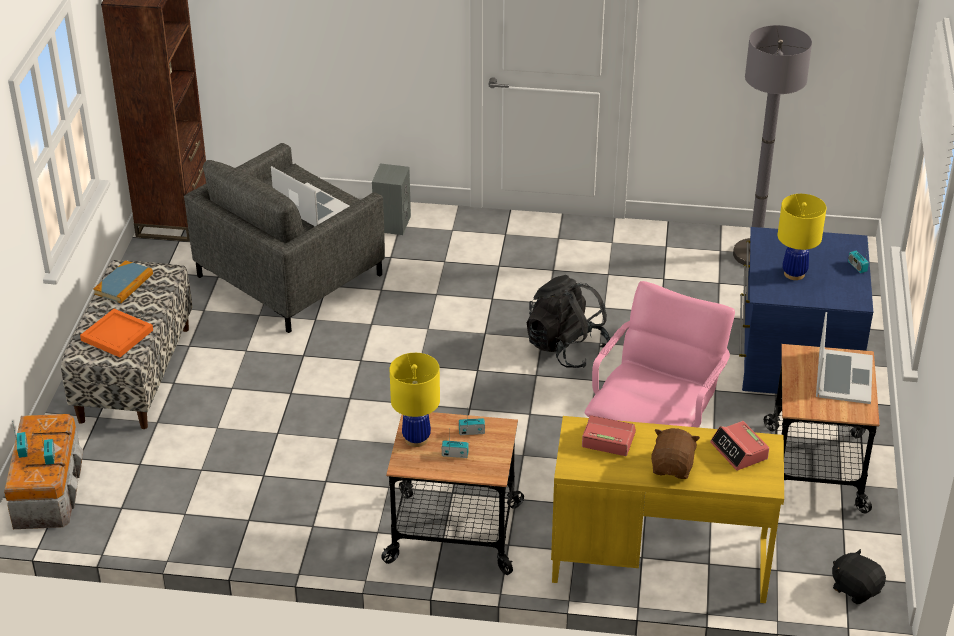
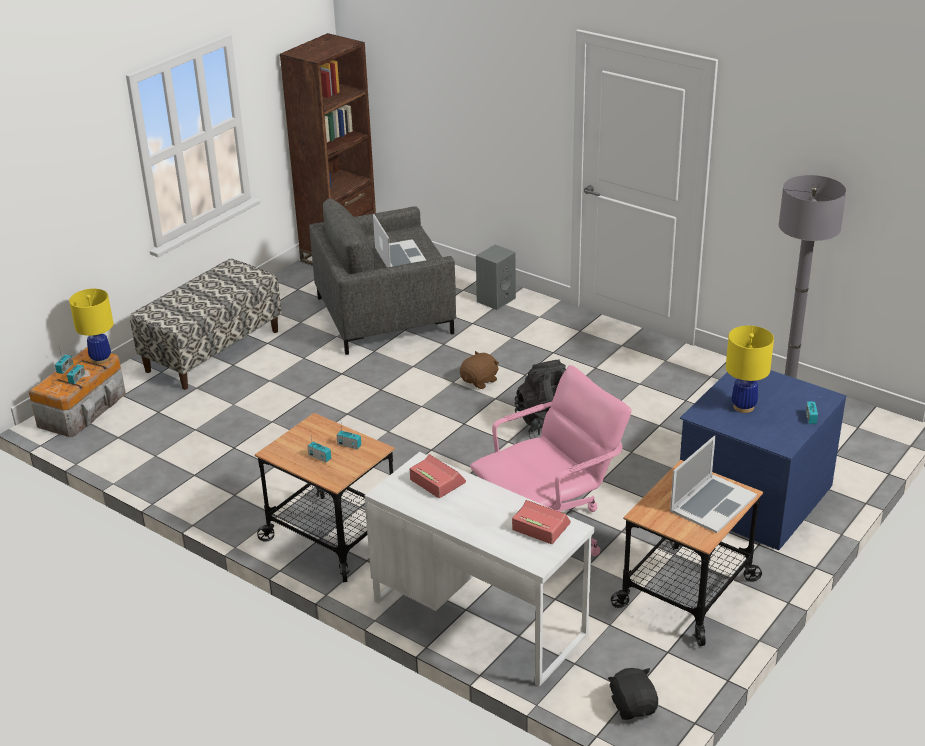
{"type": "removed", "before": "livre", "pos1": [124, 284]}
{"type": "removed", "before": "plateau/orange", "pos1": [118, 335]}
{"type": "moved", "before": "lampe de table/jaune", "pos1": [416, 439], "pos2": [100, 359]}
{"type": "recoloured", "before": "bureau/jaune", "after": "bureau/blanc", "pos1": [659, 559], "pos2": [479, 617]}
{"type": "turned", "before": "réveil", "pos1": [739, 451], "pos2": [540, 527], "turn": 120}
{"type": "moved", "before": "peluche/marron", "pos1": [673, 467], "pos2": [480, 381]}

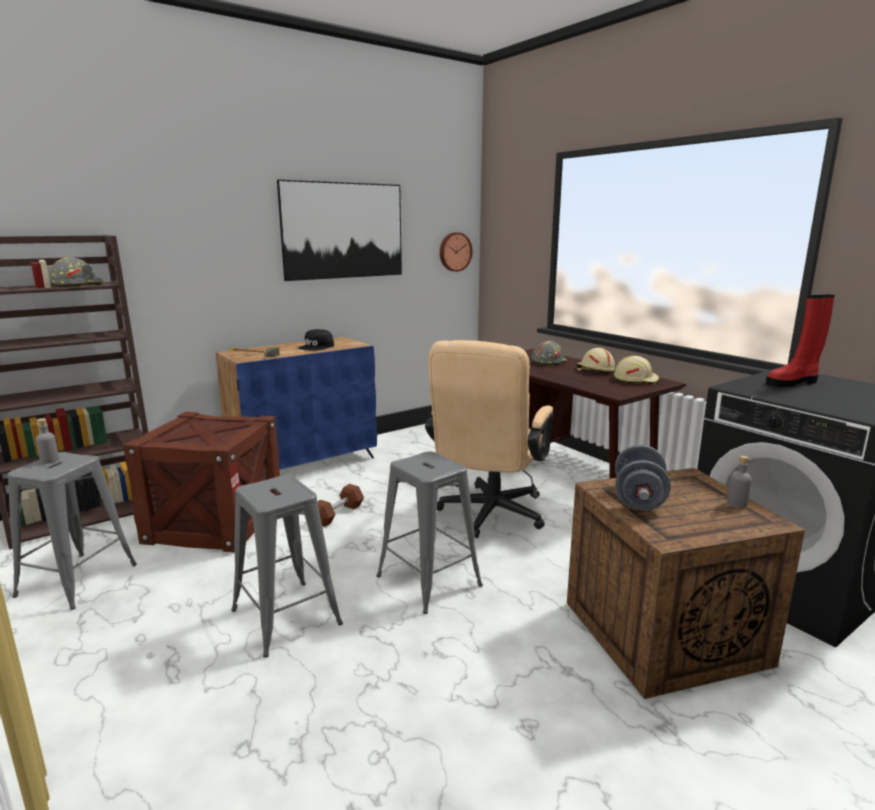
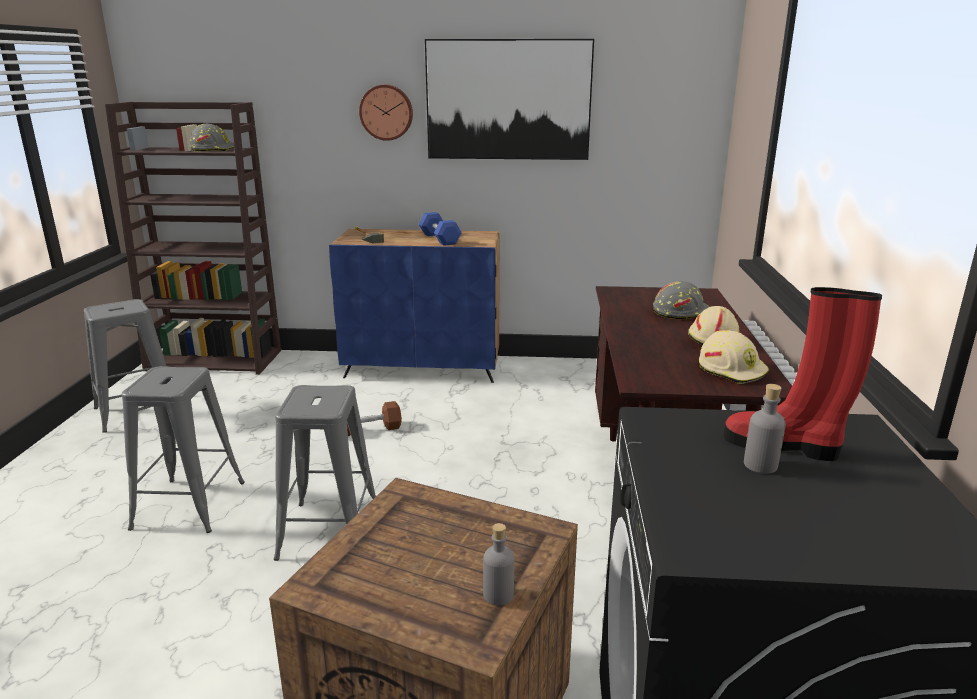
{"type": "moved", "before": "horloge murale", "pos1": [454, 252], "pos2": [386, 112]}
{"type": "replaced", "before": "casquette/noir", "after": "haltère/bleu", "pos1": [317, 347], "pos2": [439, 239]}
{"type": "removed", "before": "chaise de bureau/beige", "pos1": [488, 516]}
{"type": "removed", "before": "caisse", "pos1": [215, 523]}
{"type": "moved", "before": "bouteille/gris", "pos1": [50, 460], "pos2": [760, 465]}
{"type": "removed", "before": "haltère/gris", "pos1": [638, 499]}

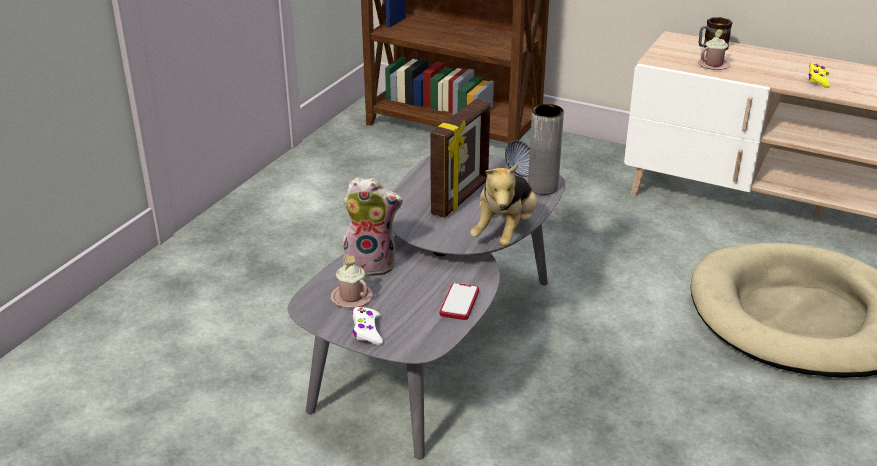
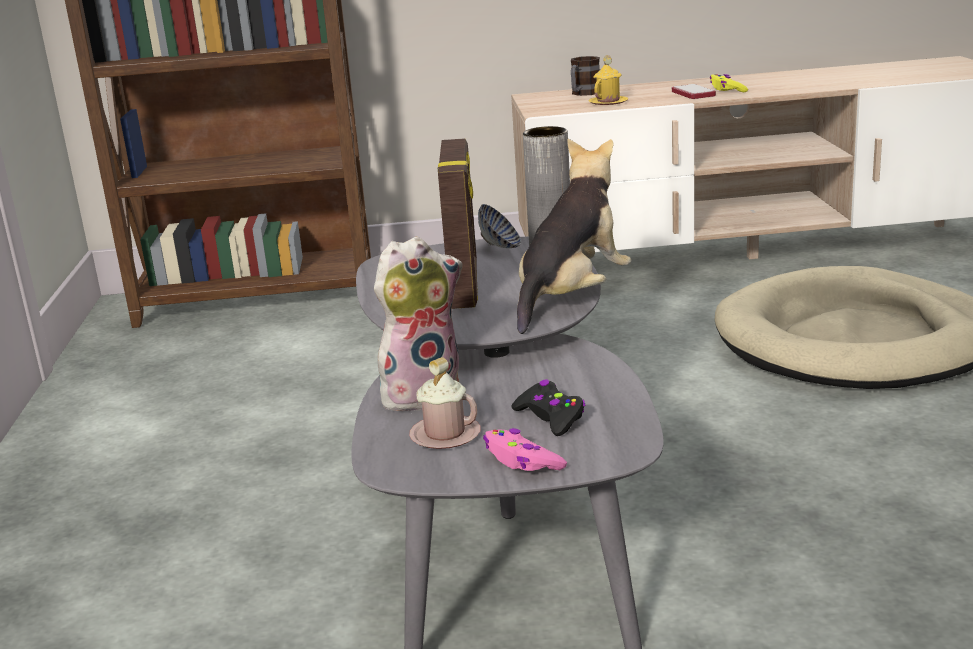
{"type": "recoloured", "before": "mug/rose", "after": "mug/jaune", "pos1": [713, 65], "pos2": [608, 102]}
{"type": "turned", "before": "peluche", "pos1": [506, 232], "pos2": [572, 297], "turn": -135}
{"type": "moved", "before": "téléphone", "pos1": [459, 303], "pos2": [693, 93]}
{"type": "recoloured", "before": "manette/blanc", "after": "manette/rose", "pos1": [367, 331], "pos2": [522, 461]}
{"type": "added", "after": "manette/noir", "pos2": [551, 417]}

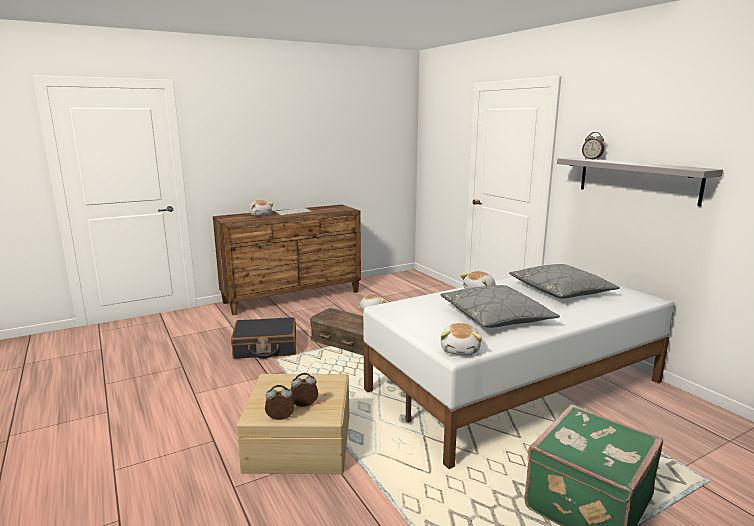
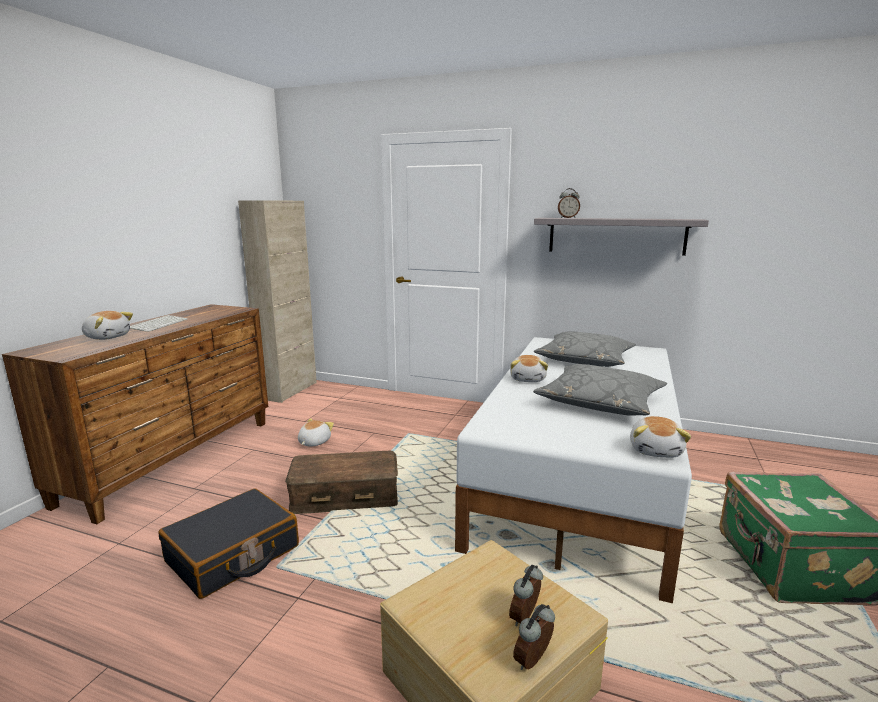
{"type": "turned", "before": "peluche", "pos1": [460, 350], "pos2": [656, 450], "turn": 45}
{"type": "added", "after": "meuble de rangement/beige", "pos2": [289, 390]}

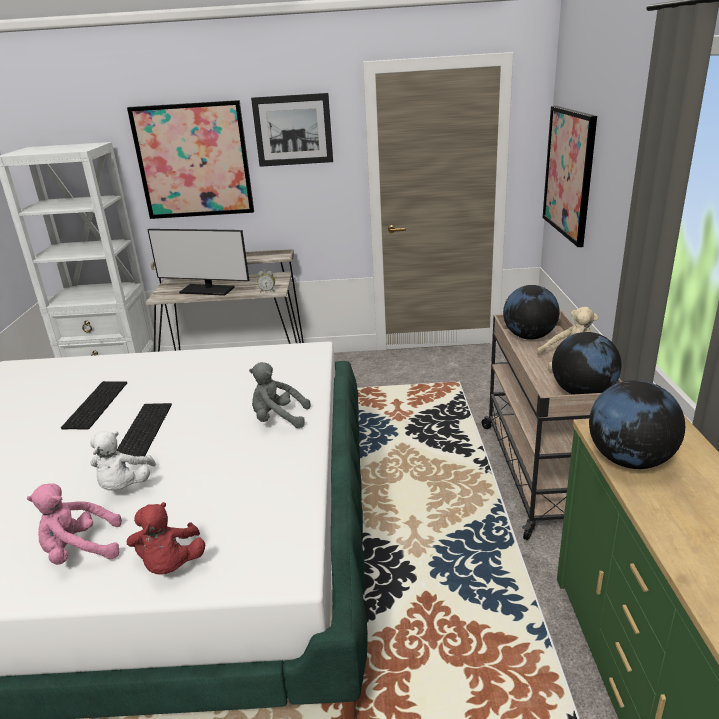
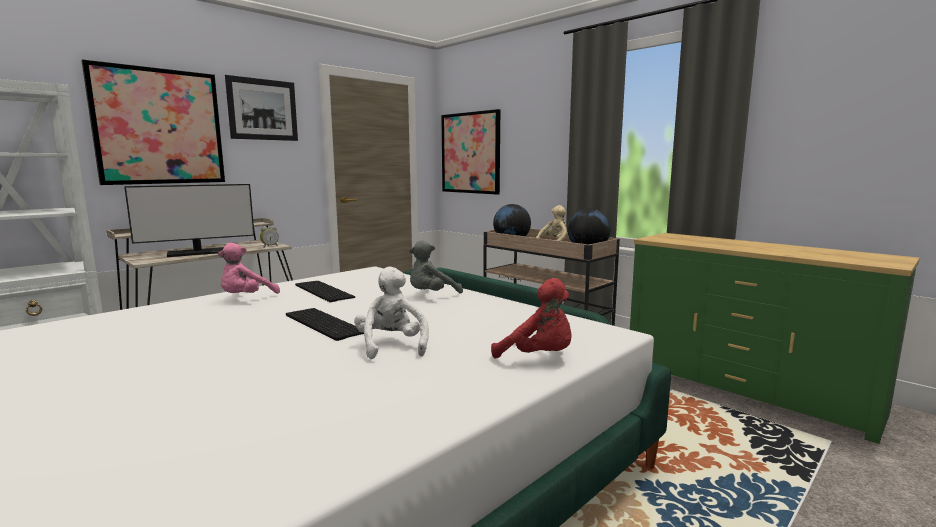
{"type": "removed", "before": "globe", "pos1": [629, 460]}
{"type": "moved", "before": "clavier", "pos1": [95, 404], "pos2": [321, 291]}
{"type": "turned", "before": "peluche/blanc", "pos1": [124, 486], "pos2": [392, 346], "turn": -150}
{"type": "moved", "before": "peluche/rose", "pos1": [80, 551], "pos2": [246, 298]}

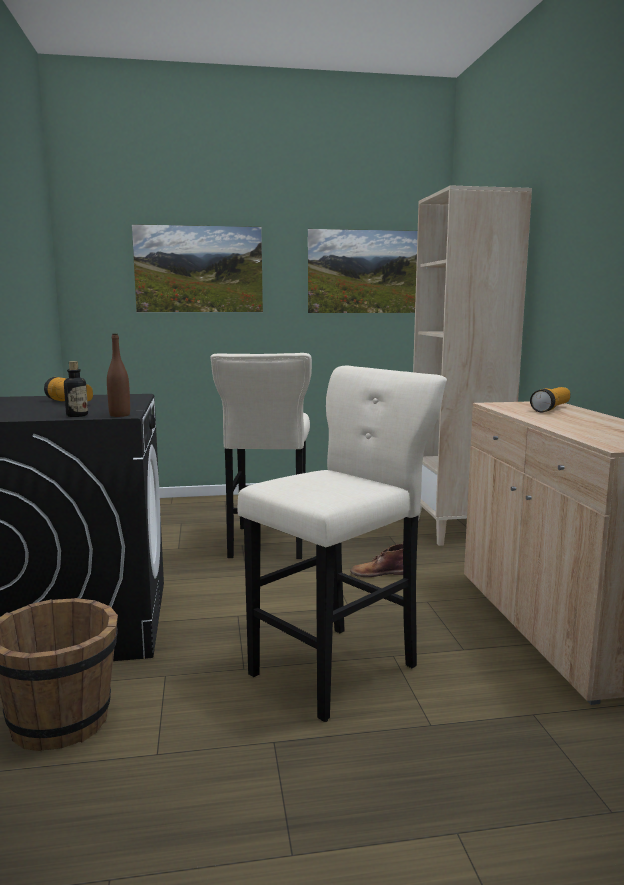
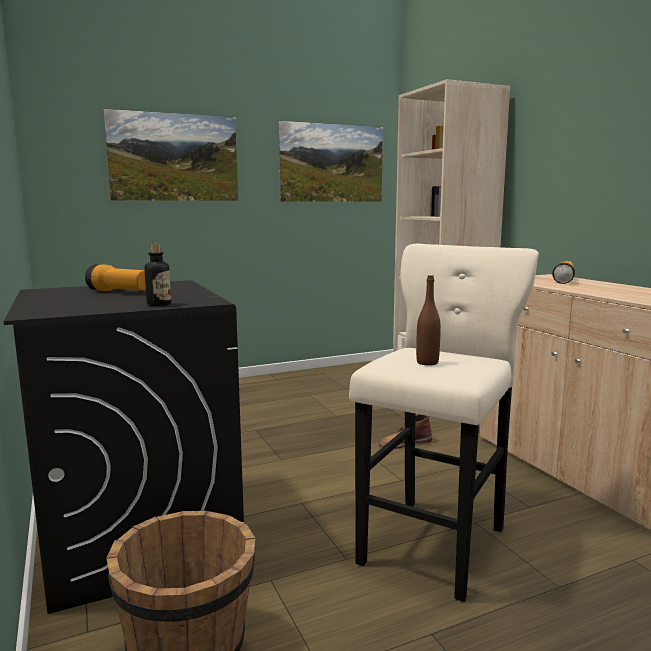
{"type": "moved", "before": "bouteille/marron", "pos1": [119, 415], "pos2": [427, 363]}
{"type": "removed", "before": "tabouret/beige", "pos1": [268, 545]}

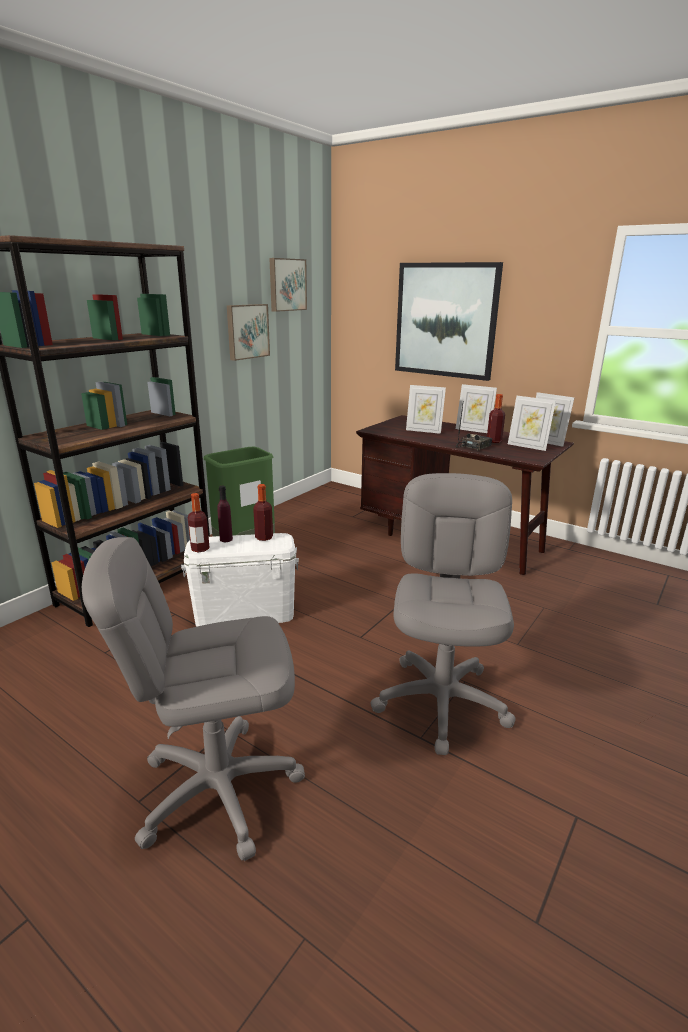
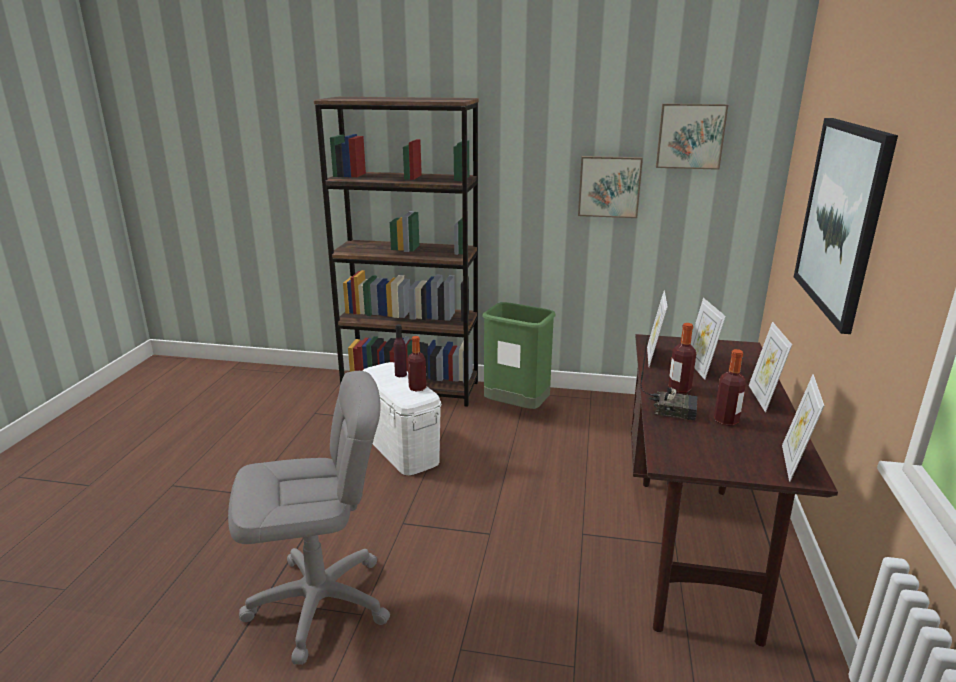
{"type": "moved", "before": "cadre photo", "pos1": [527, 446], "pos2": [653, 357]}
{"type": "moved", "before": "bouteille", "pos1": [200, 549], "pos2": [679, 388]}
{"type": "removed", "before": "chaise de bureau/gris", "pos1": [218, 789]}

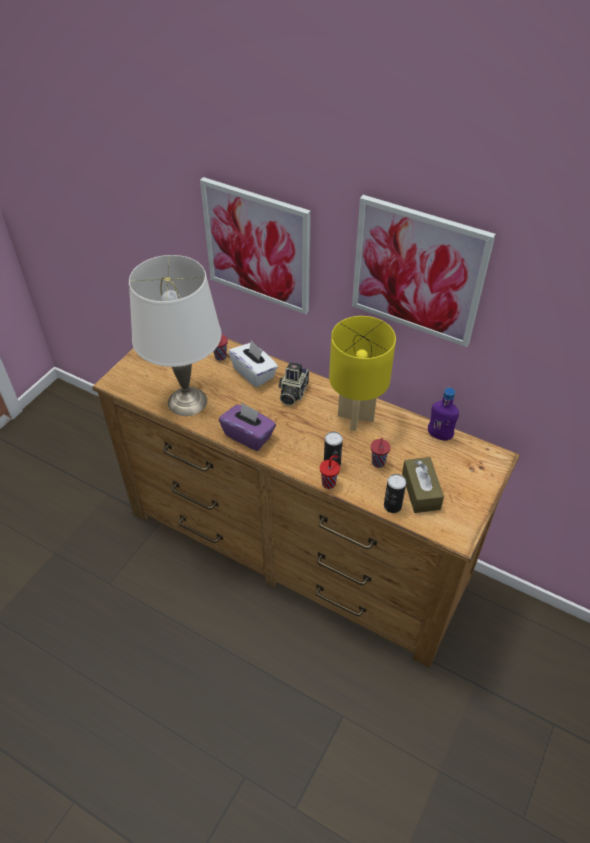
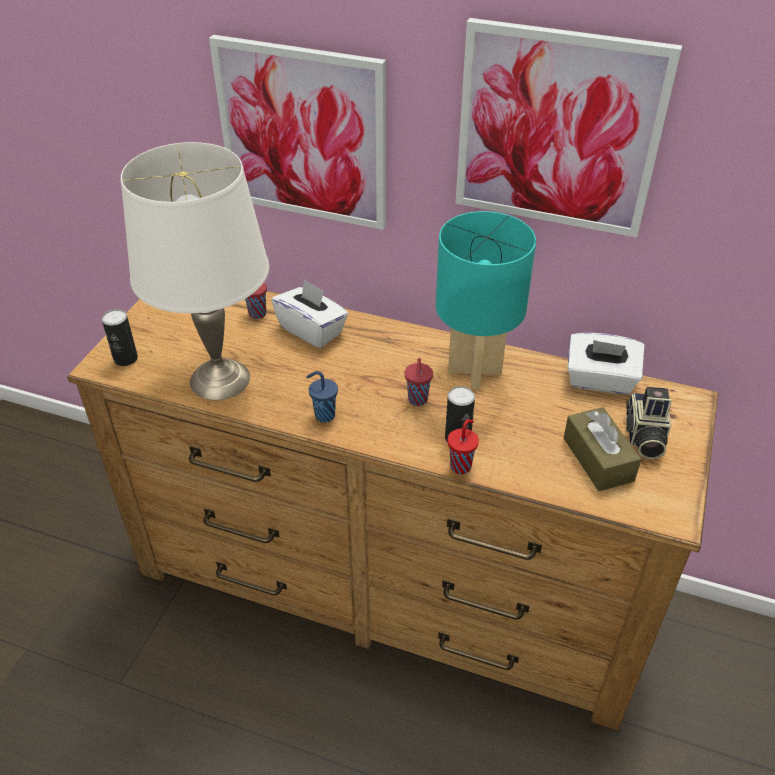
{"type": "recoloured", "before": "lampe de table/jaune", "after": "lampe de table/turquoise", "pos1": [355, 417], "pos2": [473, 371]}
{"type": "moved", "before": "appareil photo", "pos1": [292, 392], "pos2": [643, 437]}
{"type": "replaced", "before": "bouteille/violet", "after": "boîte à mouchoirs/blanc", "pos1": [439, 435], "pos2": [600, 381]}
{"type": "replaced", "before": "boîte à mouchoirs/violet", "after": "tasse/bleu", "pos1": [248, 436], "pos2": [323, 415]}
{"type": "moved", "before": "tasse/rouge", "pos1": [378, 463], "pos2": [417, 400]}
{"type": "moved", "before": "boîte métallique", "pos1": [392, 506], "pos2": [125, 358]}

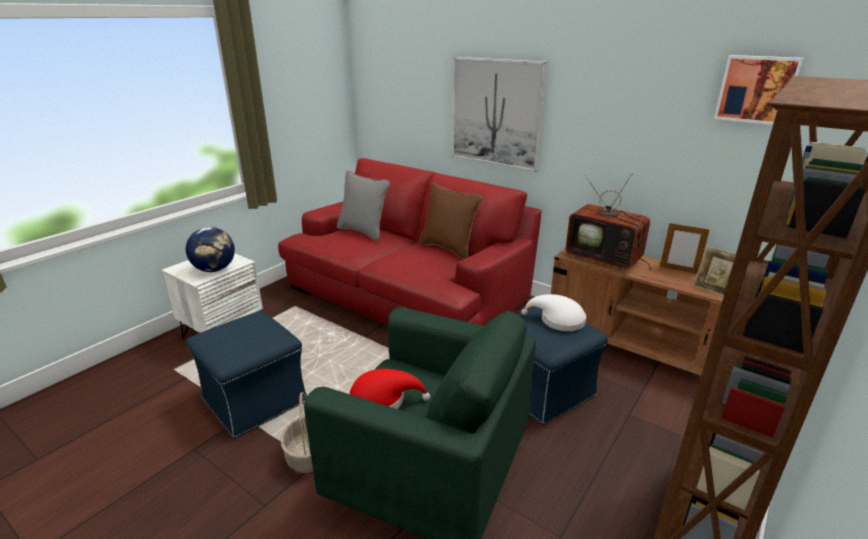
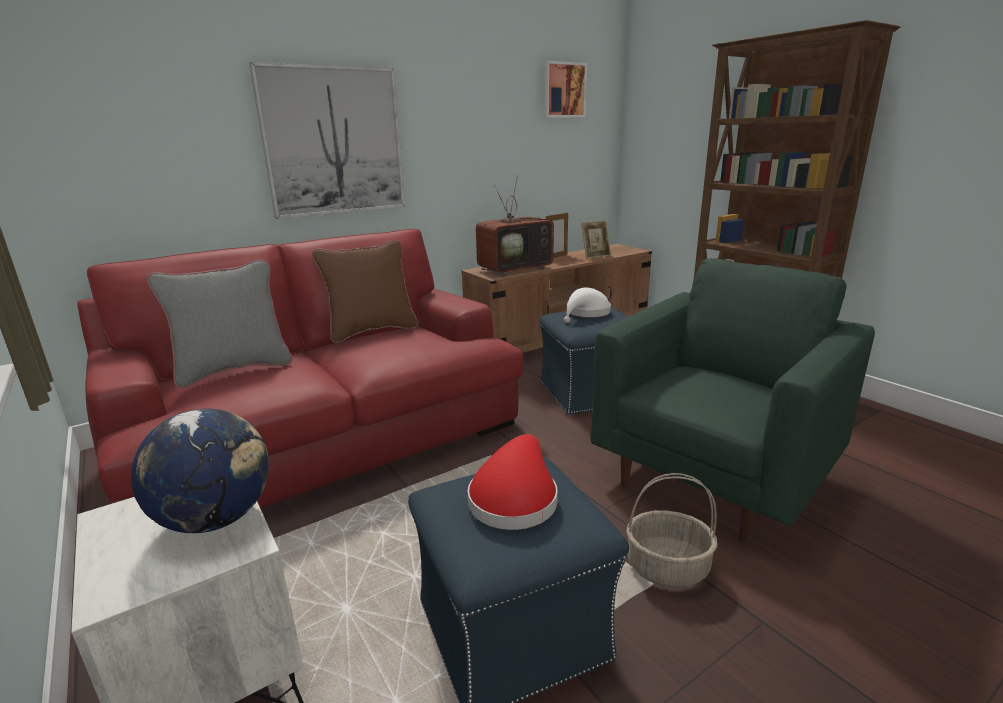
{"type": "moved", "before": "chapeau/rouge", "pos1": [382, 399], "pos2": [514, 498]}

